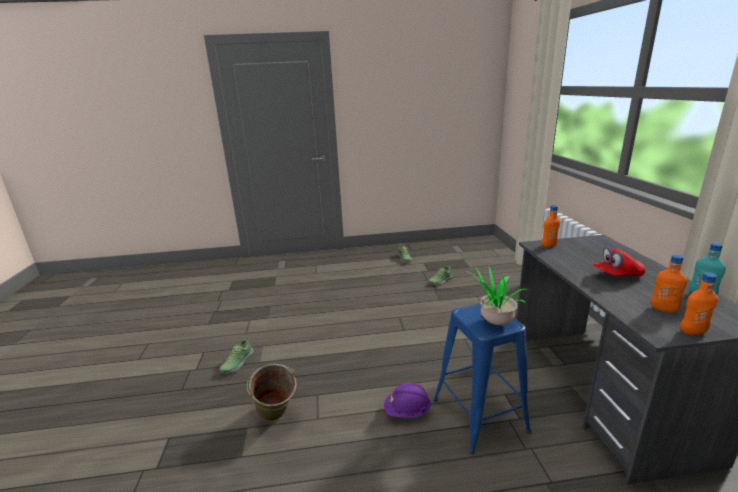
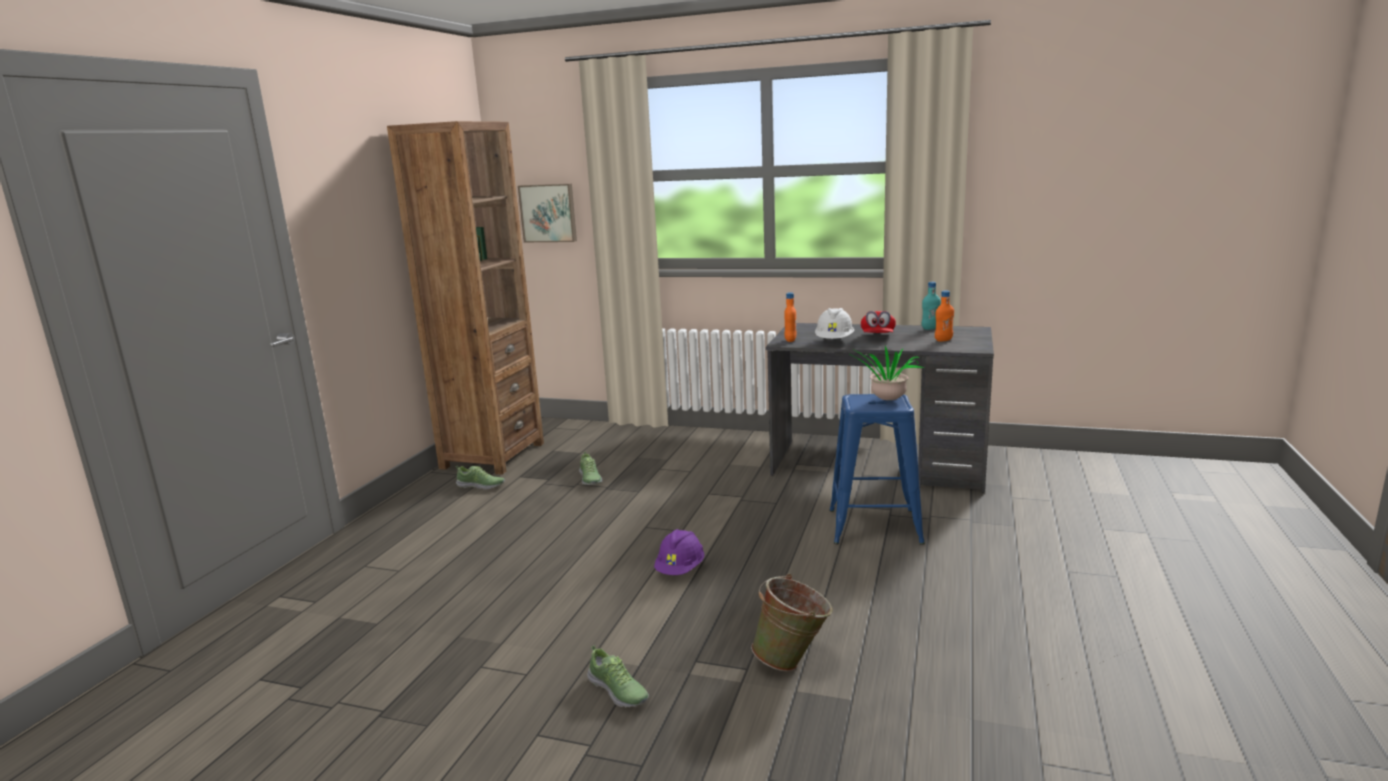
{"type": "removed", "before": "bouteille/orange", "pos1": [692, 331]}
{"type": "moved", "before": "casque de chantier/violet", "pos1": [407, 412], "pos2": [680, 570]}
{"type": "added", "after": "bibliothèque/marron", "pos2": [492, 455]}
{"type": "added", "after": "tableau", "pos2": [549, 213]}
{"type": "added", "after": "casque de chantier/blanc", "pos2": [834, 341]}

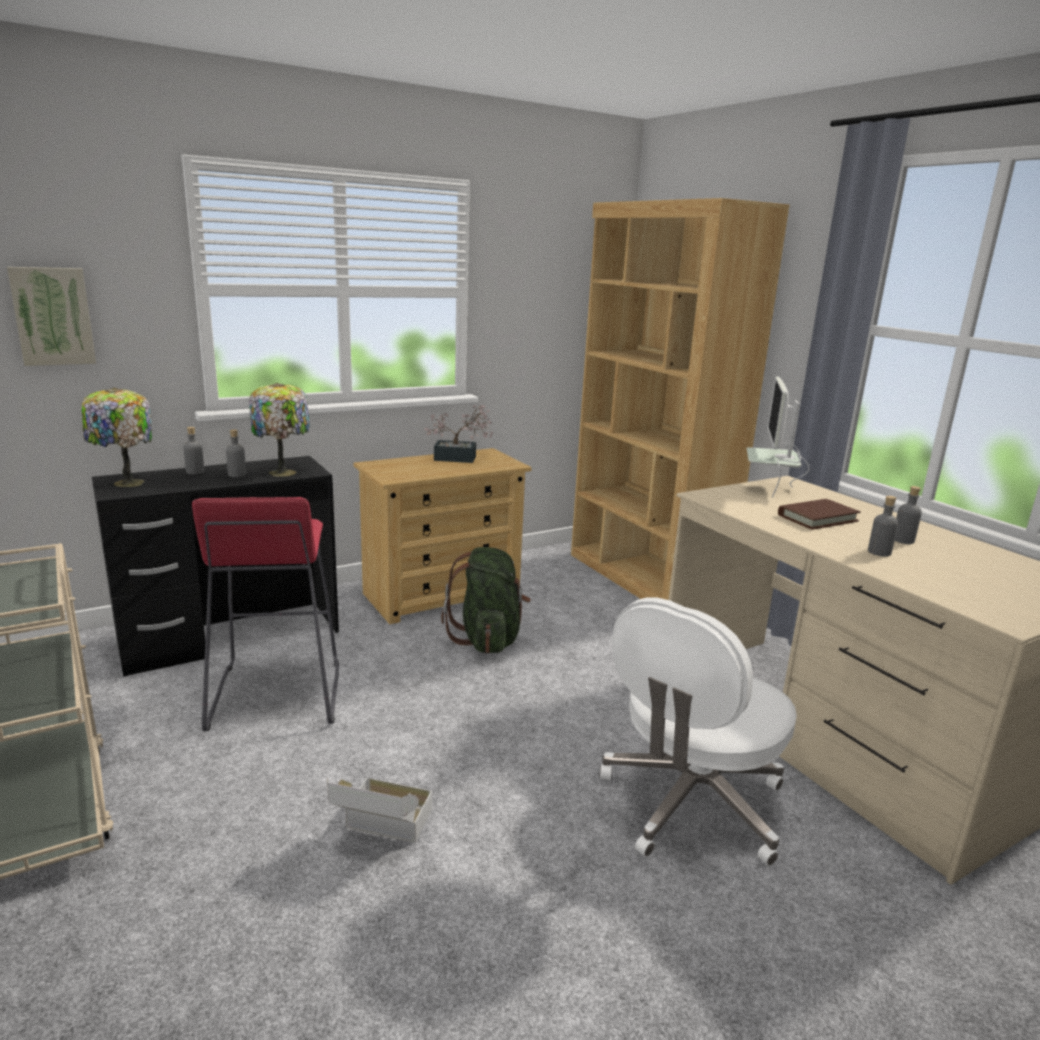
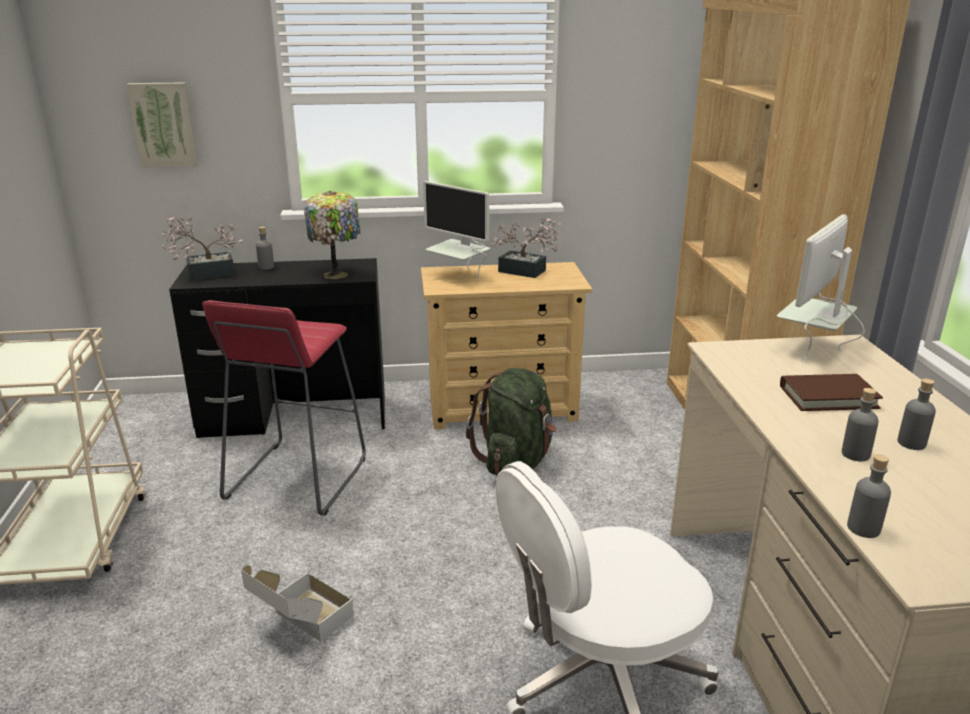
{"type": "replaced", "before": "lampe de table", "after": "plante en pot", "pos1": [126, 483], "pos2": [205, 274]}
{"type": "moved", "before": "bouteille/gris", "pos1": [237, 474], "pos2": [863, 528]}
{"type": "added", "after": "écran d'ordinateur", "pos2": [459, 276]}

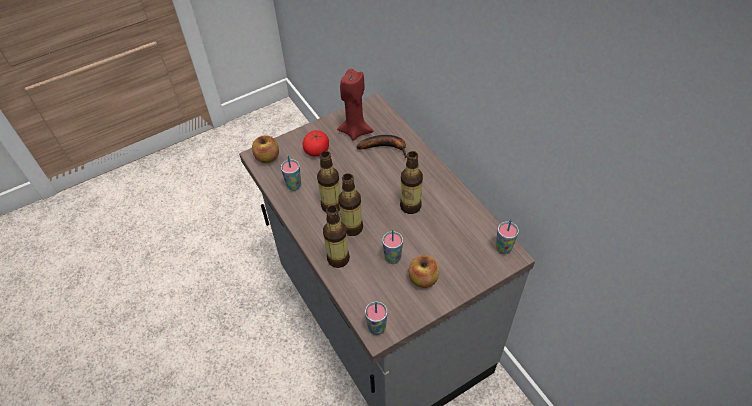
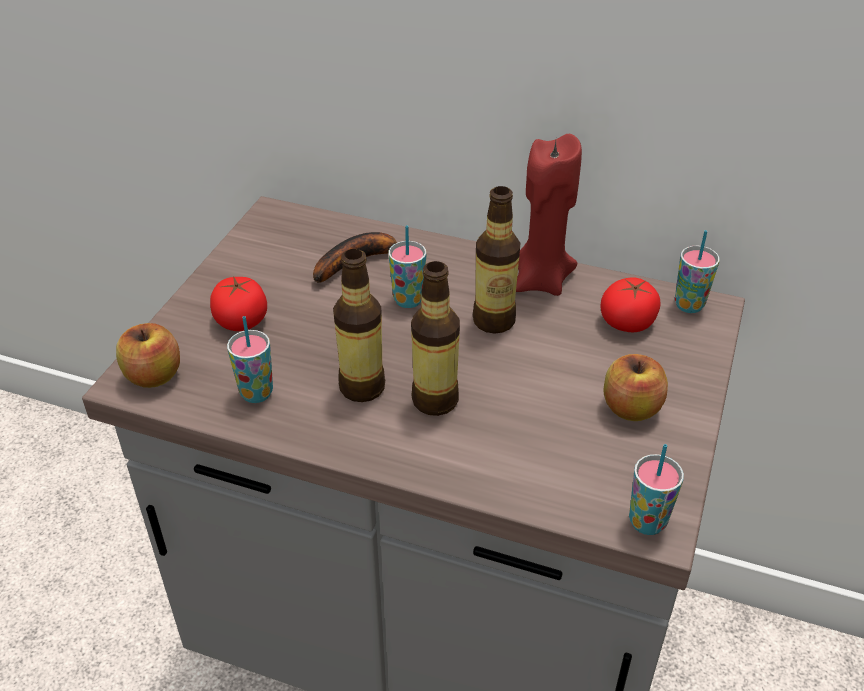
{"type": "moved", "before": "bougie/rouge", "pos1": [355, 131], "pos2": [541, 281]}
{"type": "removed", "before": "bouteille", "pos1": [338, 259]}
{"type": "moved", "before": "tasse", "pos1": [392, 258], "pos2": [408, 300]}
{"type": "added", "after": "tomate", "pos2": [627, 321]}

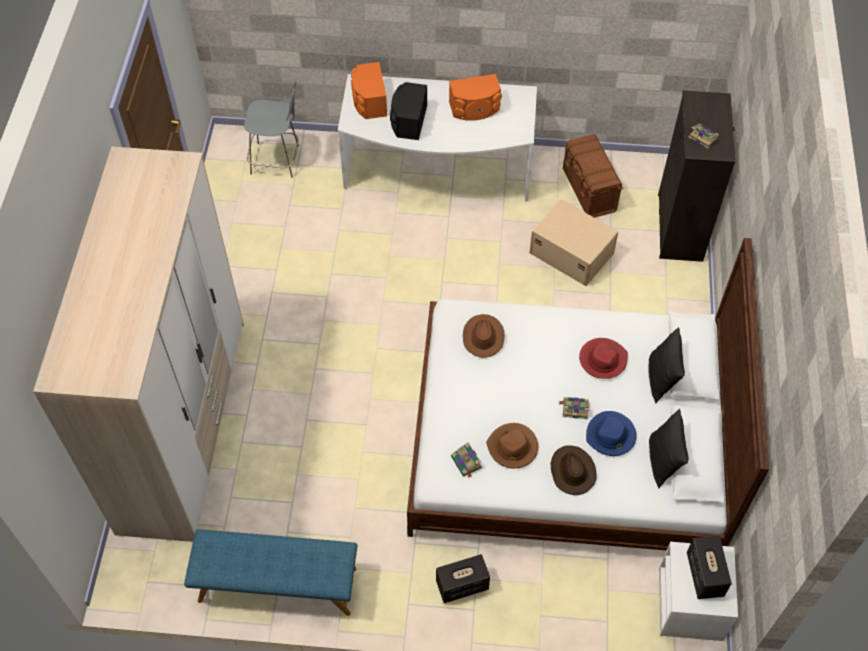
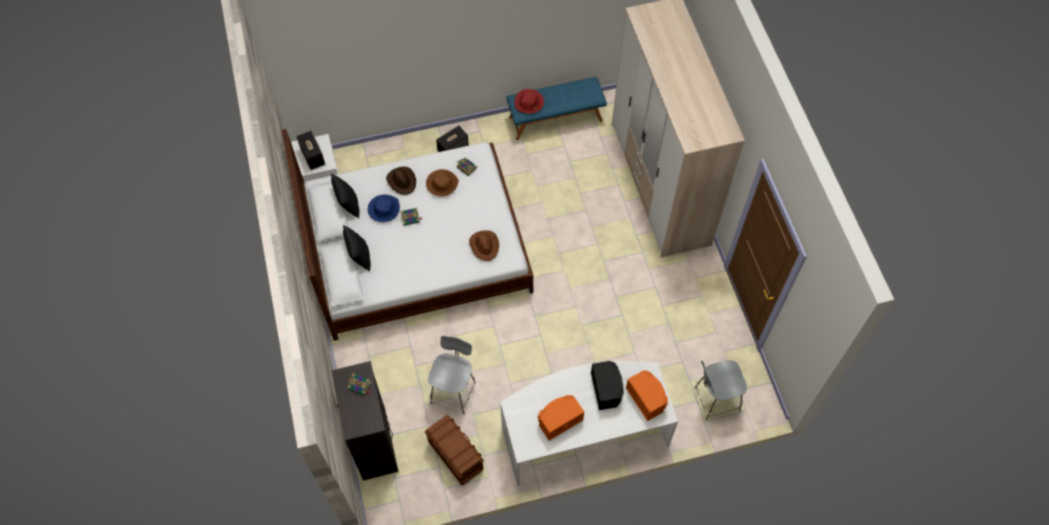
{"type": "replaced", "before": "boîte de rangement/beige", "after": "chaise/gris", "pos1": [571, 252], "pos2": [453, 391]}
{"type": "moved", "before": "chapeau/rouge", "pos1": [602, 359], "pos2": [529, 103]}

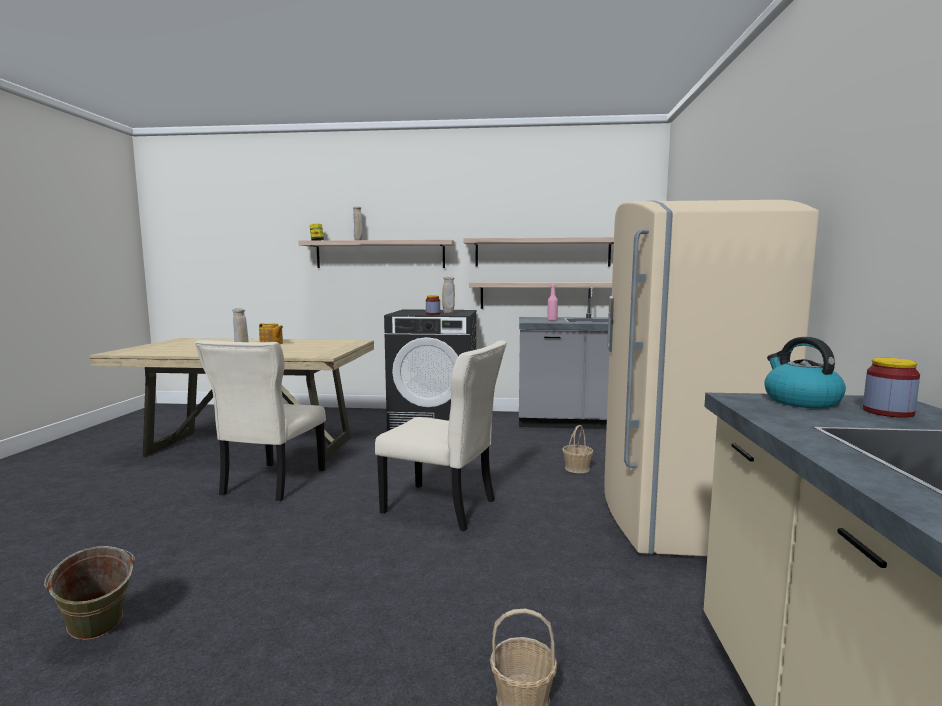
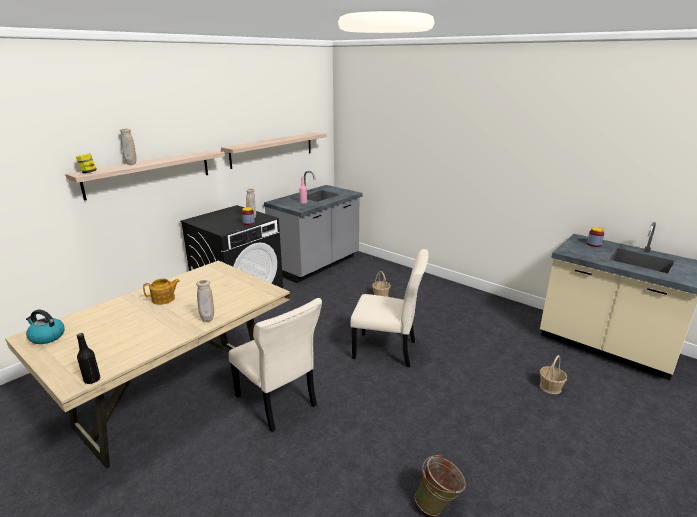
{"type": "removed", "before": "réfrigérateur/beige", "pos1": [675, 514]}
{"type": "removed", "before": "étagère", "pos1": [546, 295]}
{"type": "moved", "before": "bouilloire", "pos1": [800, 401], "pos2": [47, 337]}
{"type": "turned", "before": "chaise/beige", "pos1": [443, 507], "pos2": [387, 350], "turn": 45}
{"type": "added", "after": "bouteille/noir", "pos2": [92, 380]}

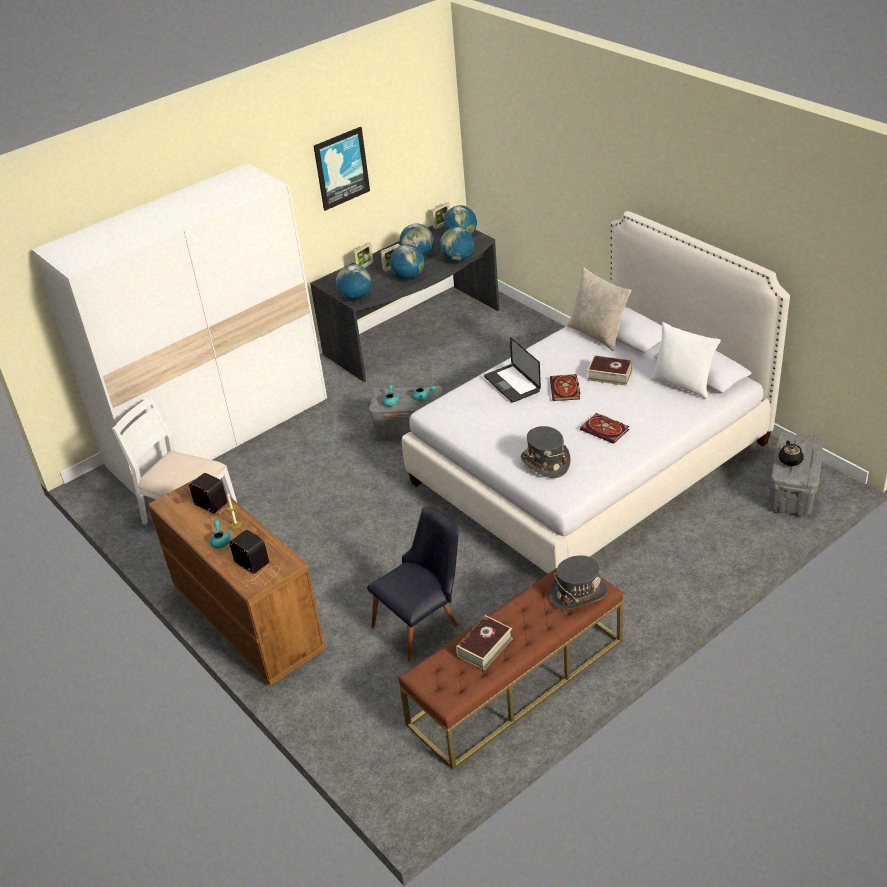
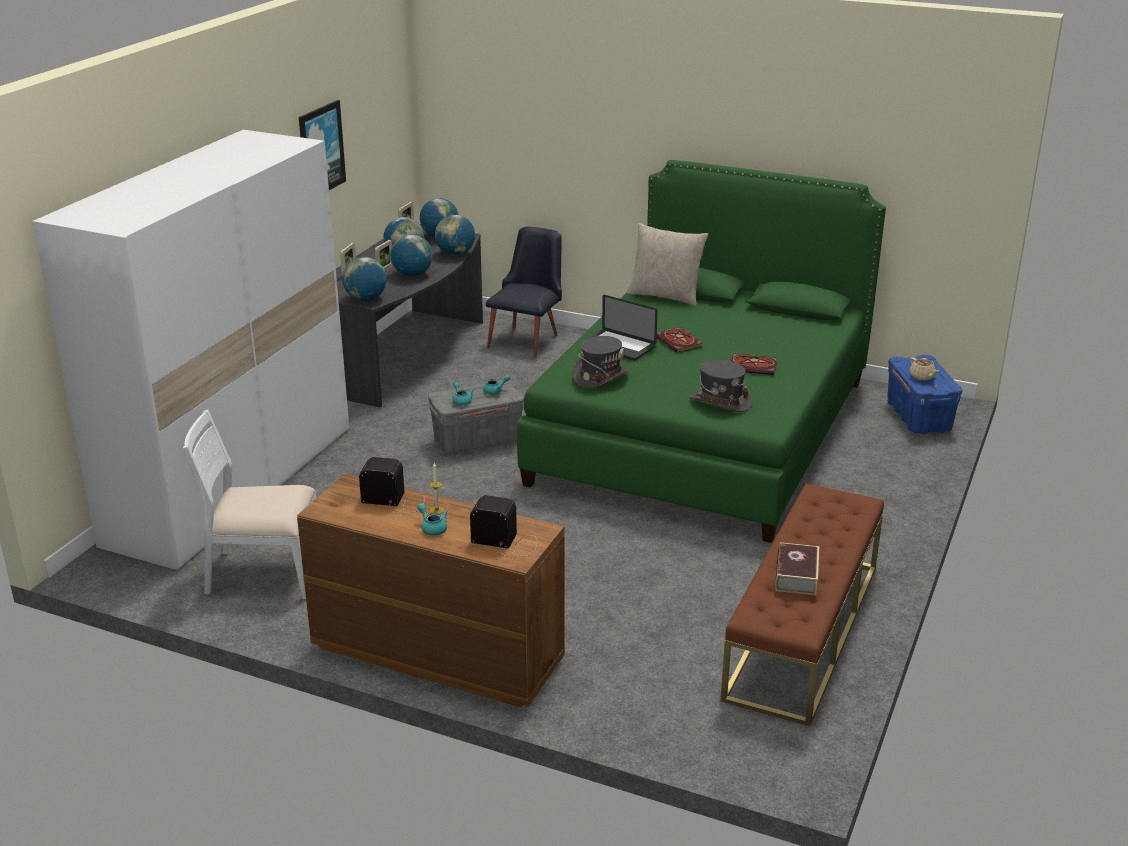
{"type": "recoloured", "before": "lit/blanc", "after": "lit/vert", "pos1": [590, 462], "pos2": [702, 430]}
{"type": "removed", "before": "coussin/blanc", "pos1": [683, 385]}
{"type": "removed", "before": "livre", "pos1": [609, 375]}
{"type": "recoloured", "before": "boîte de rangement/gris", "after": "boîte de rangement/bleu", "pos1": [792, 492], "pos2": [918, 417]}
{"type": "recoloured", "before": "théière/noir", "after": "théière/beige", "pos1": [790, 461], "pos2": [922, 377]}
{"type": "moved", "before": "chaise/noir", "pos1": [422, 623], "pos2": [528, 339]}
{"type": "moved", "before": "chapeau/gris", "pos1": [578, 593], "pos2": [600, 376]}

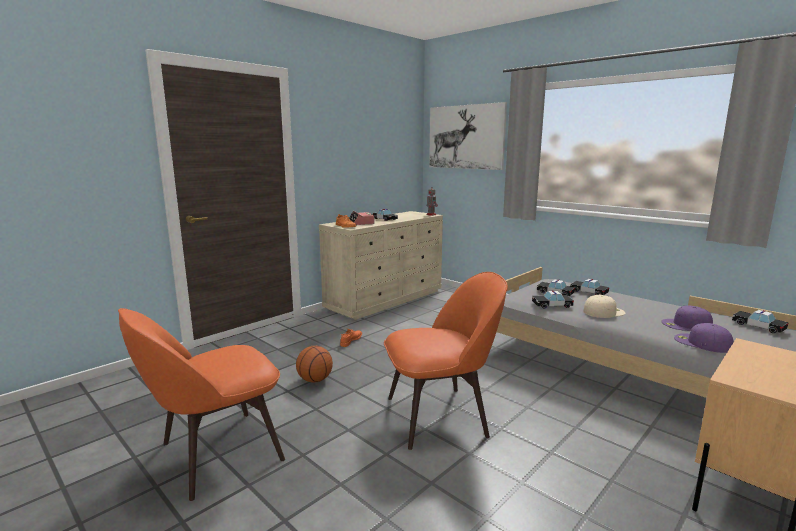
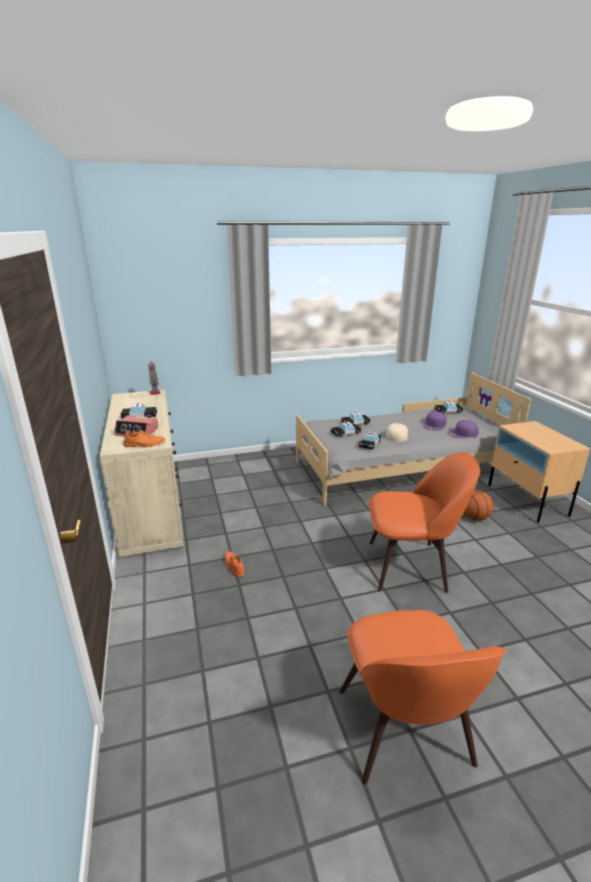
{"type": "removed", "before": "tableau", "pos1": [466, 137]}
{"type": "turned", "before": "chaise/orange", "pos1": [440, 415], "pos2": [410, 565], "turn": 75}
{"type": "moved", "before": "ballon de basket", "pos1": [315, 380], "pos2": [475, 518]}

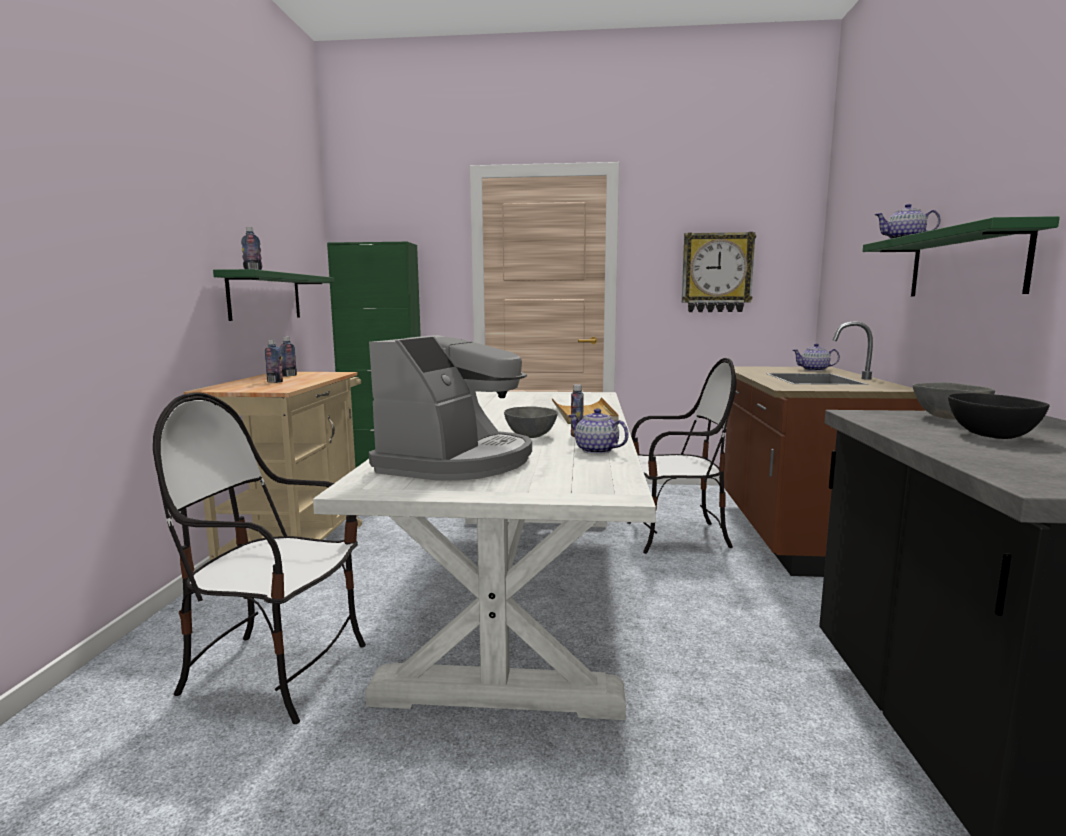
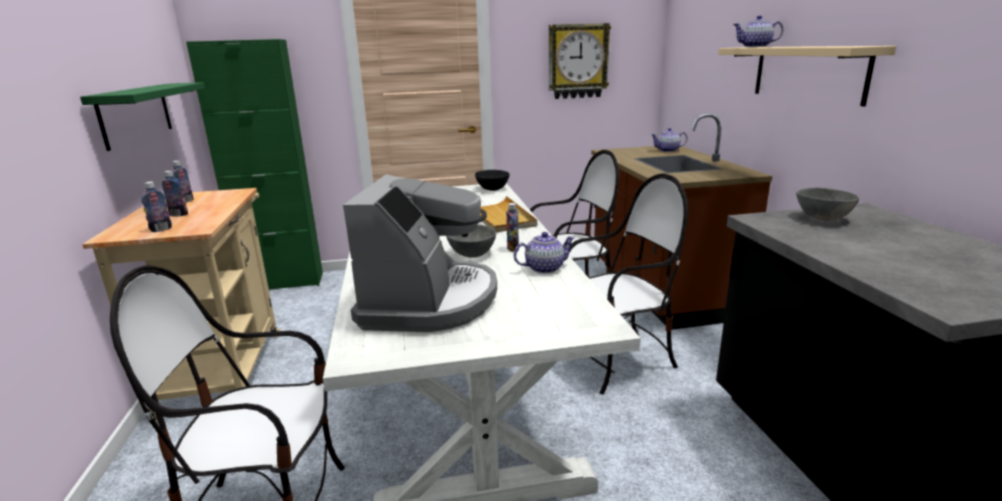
{"type": "recoloured", "before": "étagère/vert", "after": "étagère/beige", "pos1": [965, 264], "pos2": [808, 73]}
{"type": "moved", "before": "bouteille", "pos1": [253, 270], "pos2": [161, 229]}
{"type": "moved", "before": "bol/noir", "pos1": [991, 435], "pos2": [492, 189]}
{"type": "turned", "before": "théière", "pos1": [596, 450], "pos2": [544, 268], "turn": 135}
{"type": "added", "after": "chaise", "pos2": [617, 361]}

